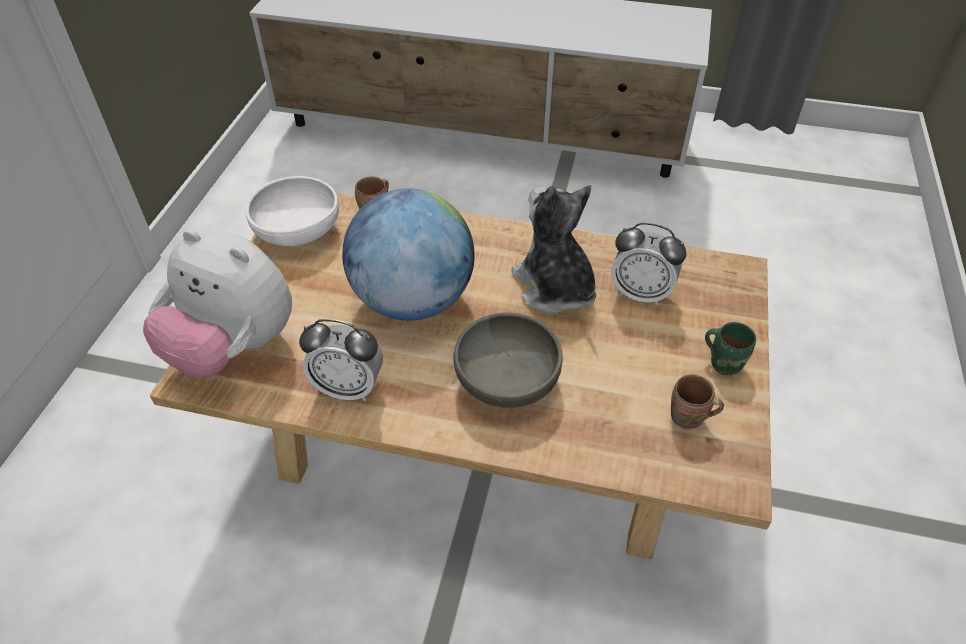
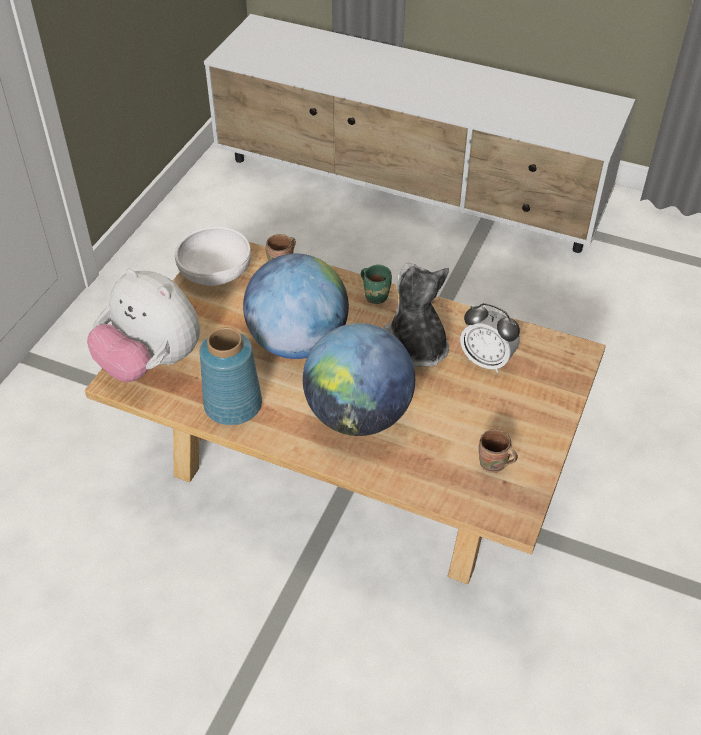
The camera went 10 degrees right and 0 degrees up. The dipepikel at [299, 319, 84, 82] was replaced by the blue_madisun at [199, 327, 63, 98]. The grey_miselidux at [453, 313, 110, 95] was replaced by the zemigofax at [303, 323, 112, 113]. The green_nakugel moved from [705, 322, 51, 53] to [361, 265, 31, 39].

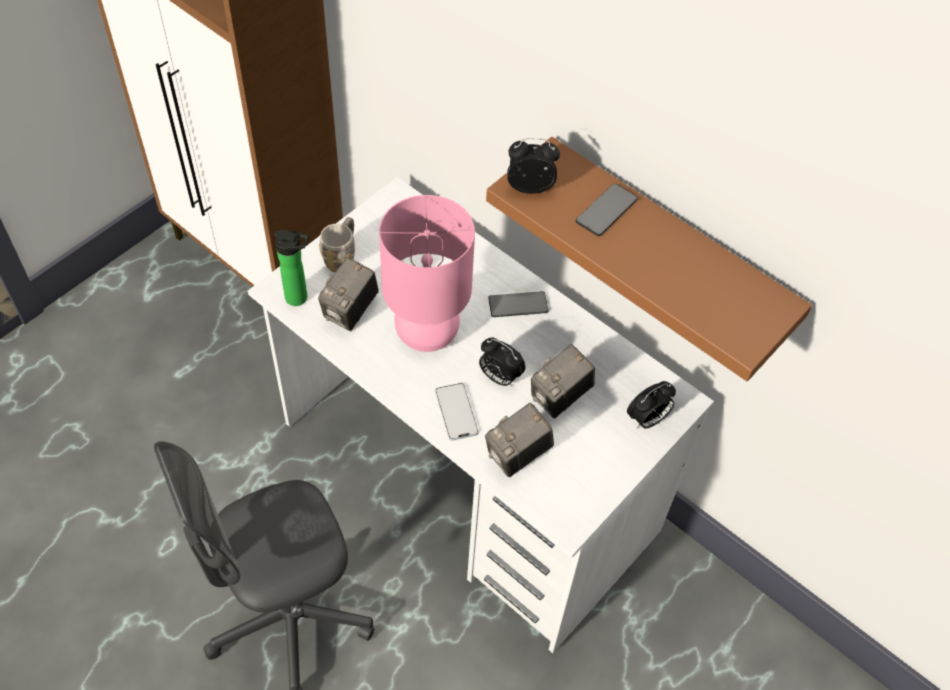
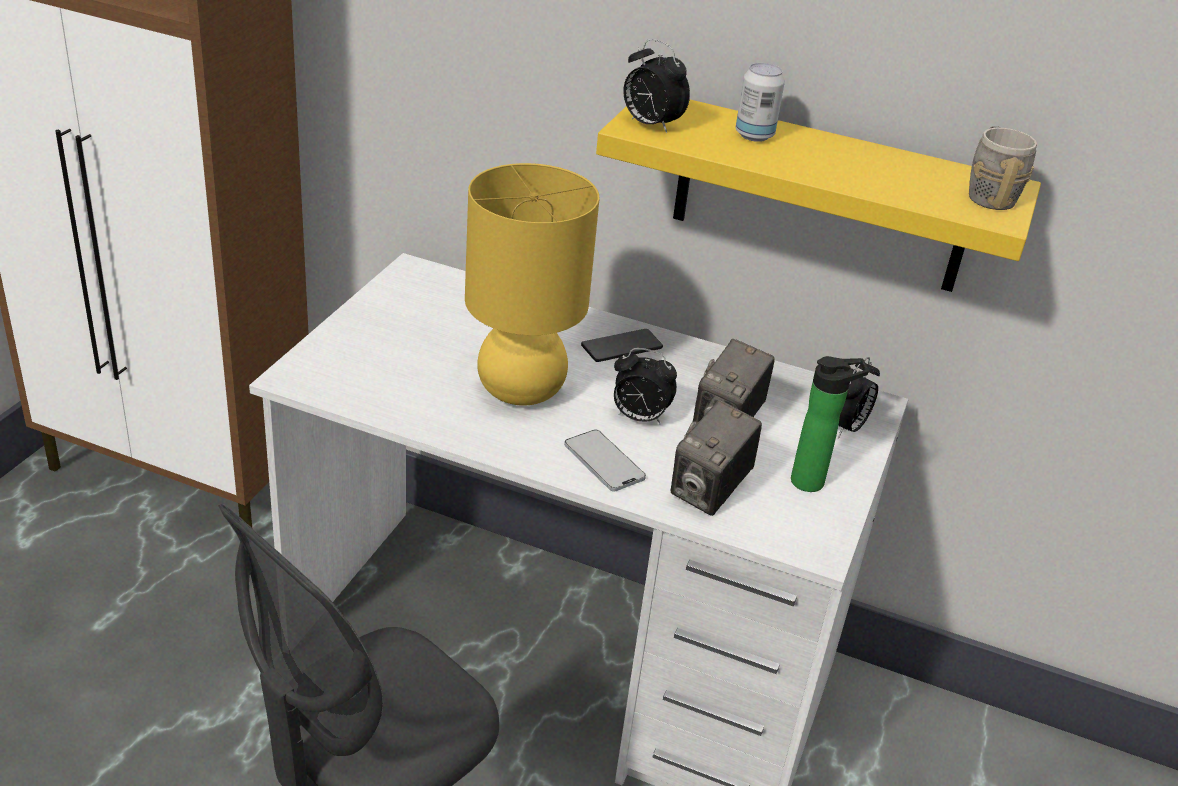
The camera went 20 degrees left and 20 degrees down. The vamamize moved from [274, 230, 35, 76] to [791, 356, 78, 136]. The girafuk at [318, 257, 61, 74] disappeared. The grey_nakugel moved from [319, 217, 36, 55] to [969, 126, 68, 84]. The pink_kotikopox at [379, 195, 96, 157] became the yellow_kotikopox at [465, 163, 134, 243]. The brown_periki at [486, 137, 326, 244] became the yellow_periki at [596, 99, 445, 193]. The dipepikel at [507, 138, 53, 56] turned 120 degrees counterclockwise. The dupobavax at [576, 183, 62, 53] was replaced by the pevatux at [736, 63, 49, 79].

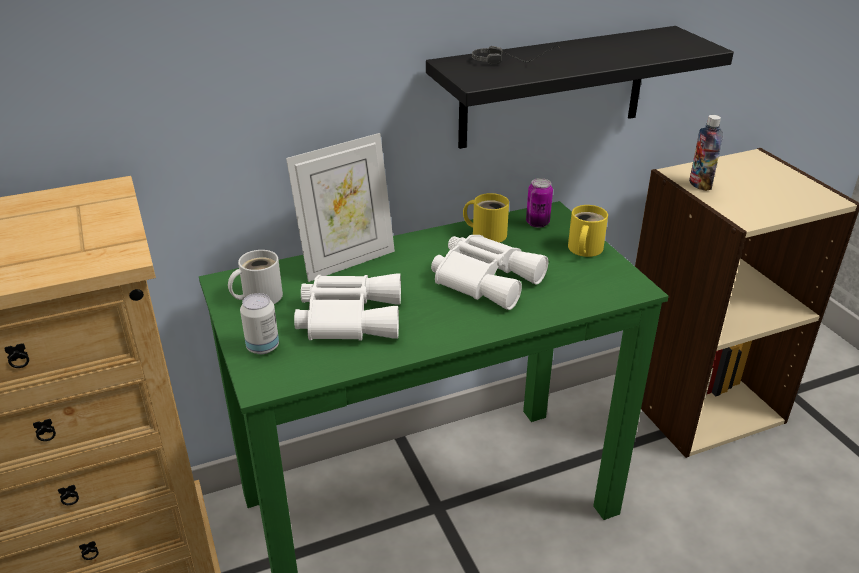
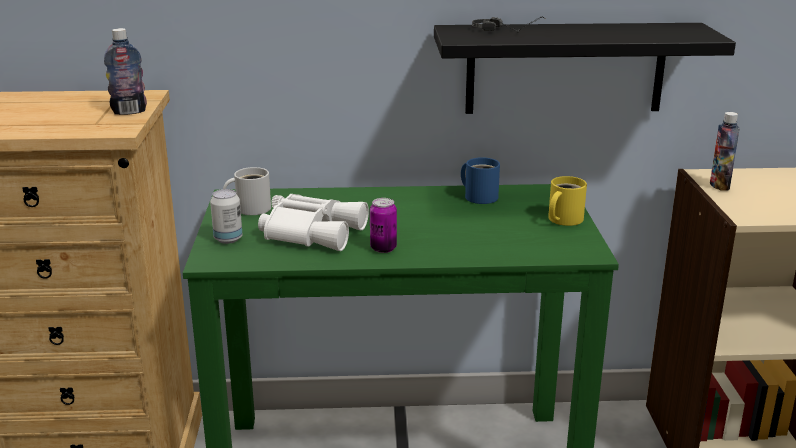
The camera went 20 degrees right and 10 degrees down. The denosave at [286, 133, 109, 149] disappeared. The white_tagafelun at [431, 235, 117, 75] disappeared. The yellow_nakugel at [463, 193, 46, 50] became the blue_nakugel at [461, 157, 39, 47]. The pevatux moved from [526, 178, 27, 50] to [370, 198, 27, 55]. The vamamize at [104, 28, 43, 87] appeared.

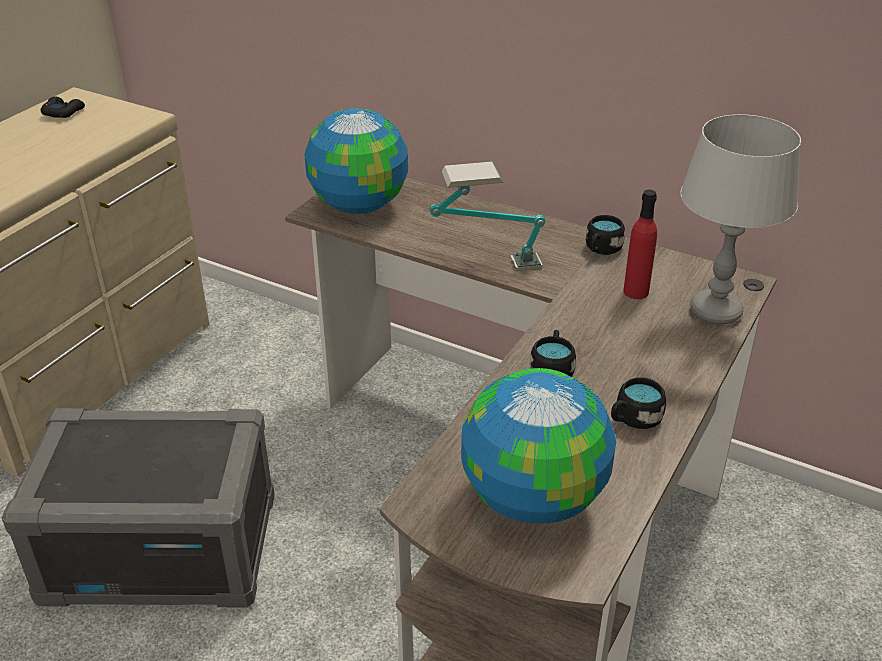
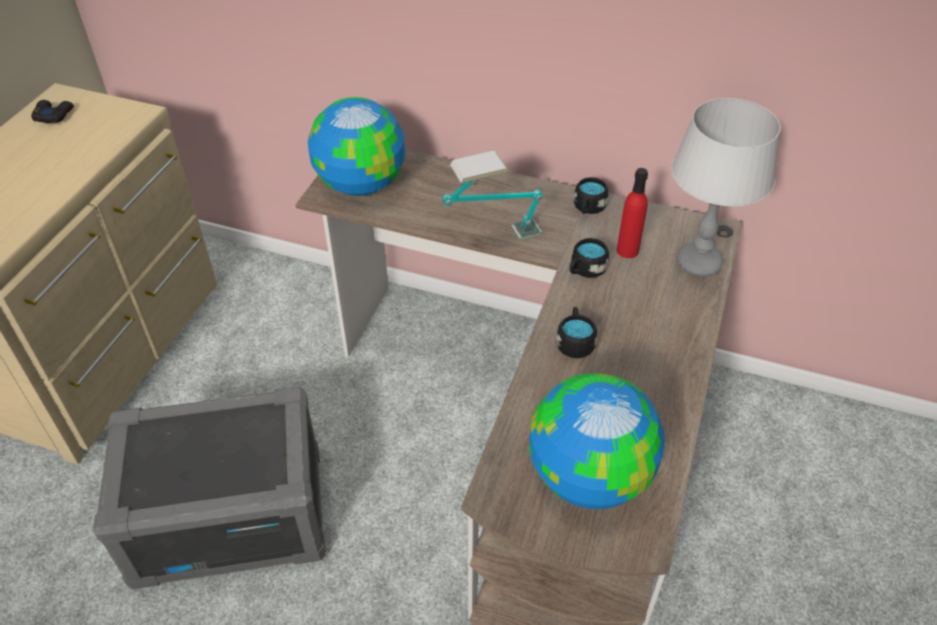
The camera went 10 degrees left and 10 degrees up. The black_nakugel moved from [611, 377, 55, 52] to [569, 238, 40, 40].

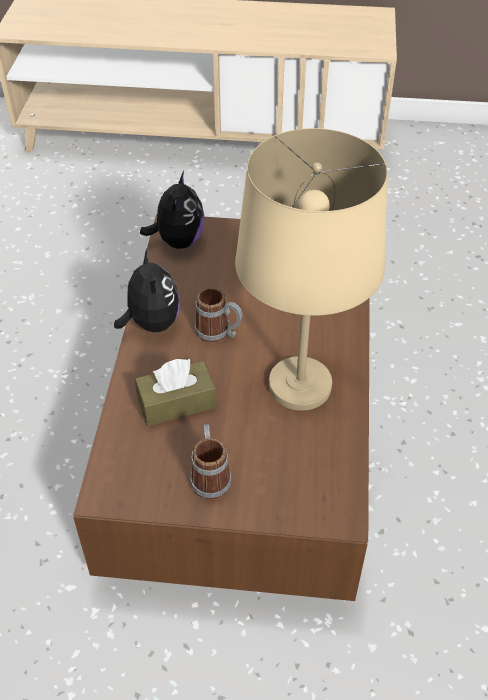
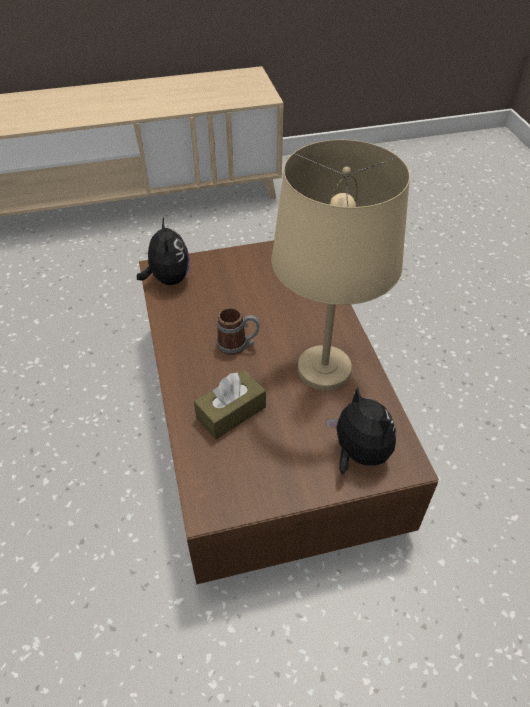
The camera went 20 degrees left and 0 degrees up. The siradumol moved from [114, 249, 66, 83] to [327, 386, 69, 89]. The nakugel at [190, 424, 41, 76] disappeared.

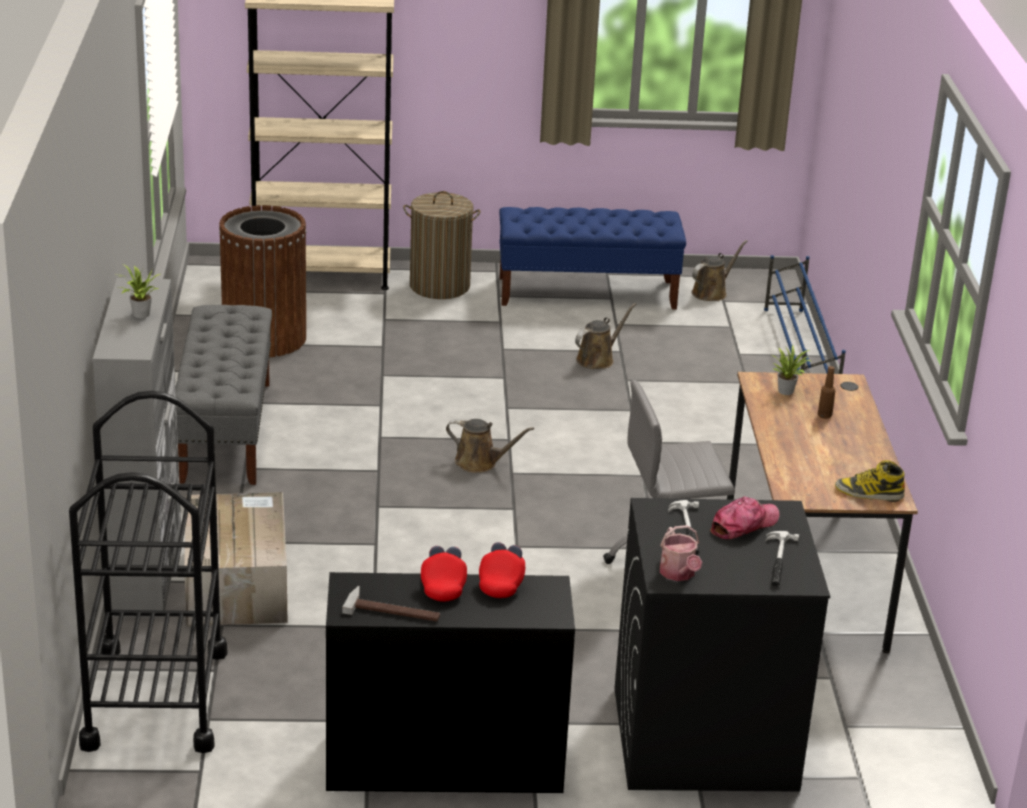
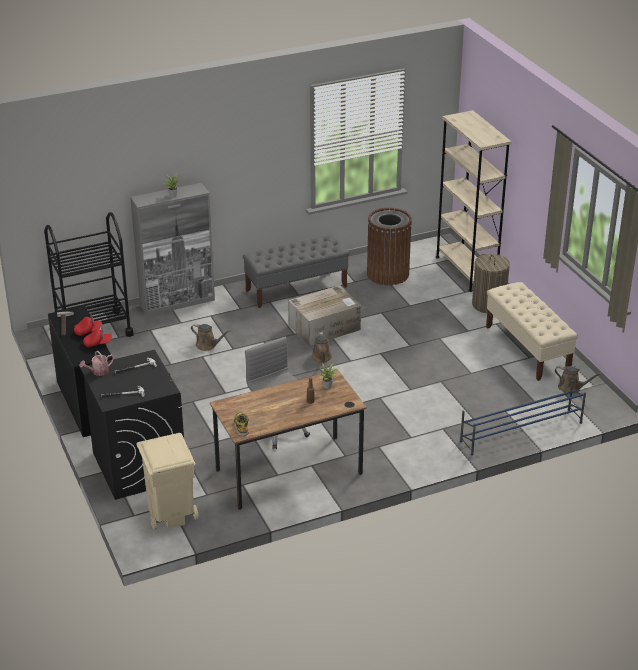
The camera went 70 degrees right and 5 degrees up. The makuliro moved from [184, 492, 103, 135] to [288, 285, 73, 61]. The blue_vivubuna at [499, 207, 187, 103] became the beige_vivubuna at [486, 282, 92, 99]. The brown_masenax moved from [575, 303, 62, 66] to [191, 324, 40, 27]. The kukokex at [710, 497, 69, 43] disappeared. The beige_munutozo at [136, 433, 63, 97] appeared.

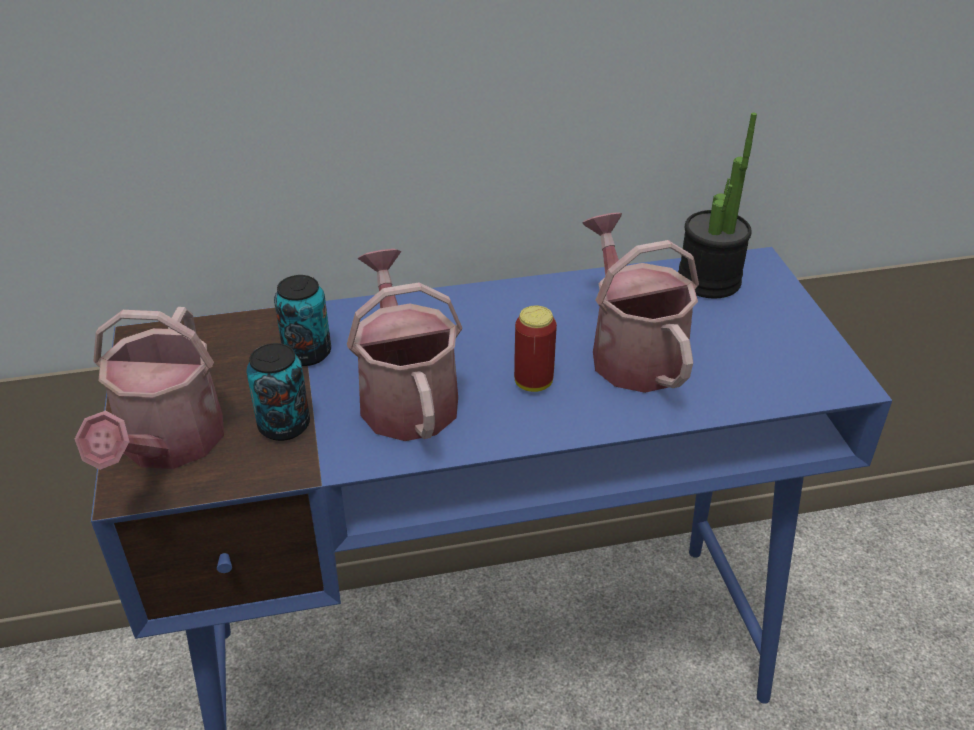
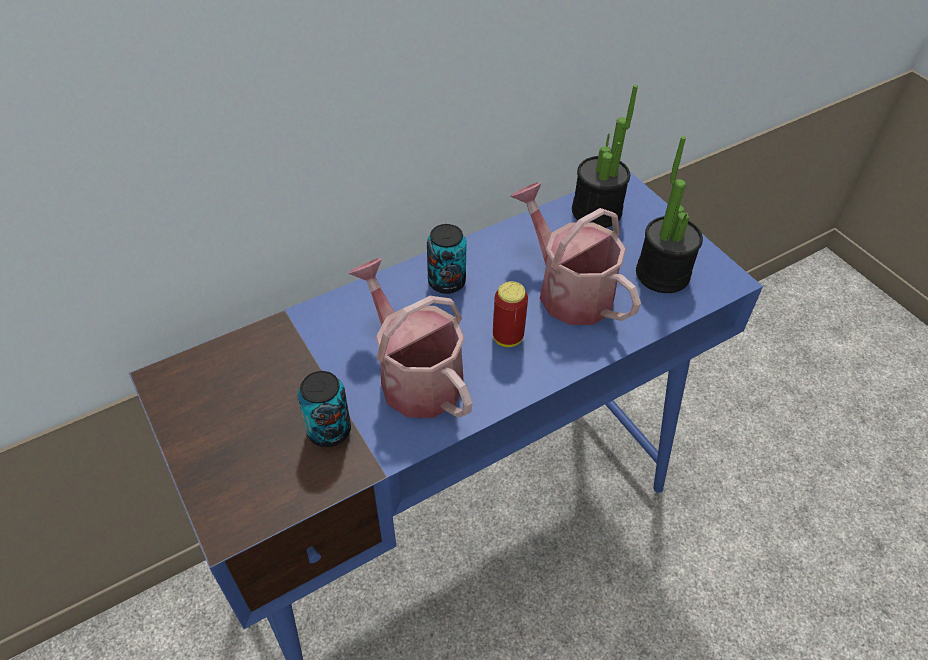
The camera went 20 degrees left and 10 degrees up. The masenax at [75, 307, 149, 163] disappeared. The pevatux moved from [274, 275, 57, 91] to [427, 224, 40, 70]. The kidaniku at [636, 136, 67, 157] appeared.

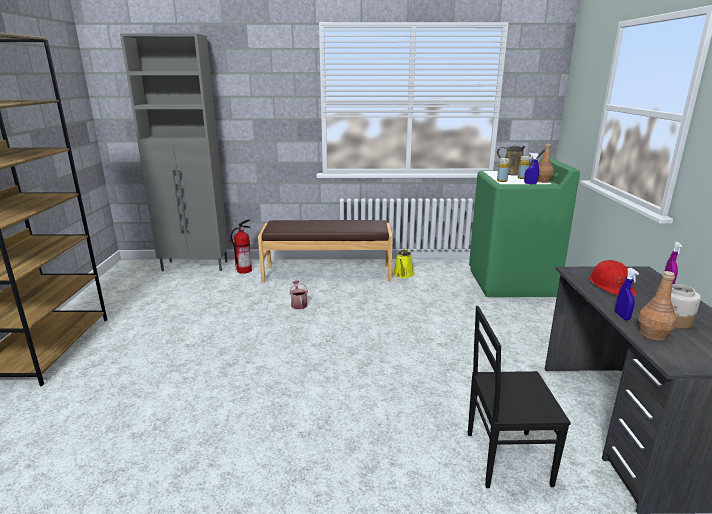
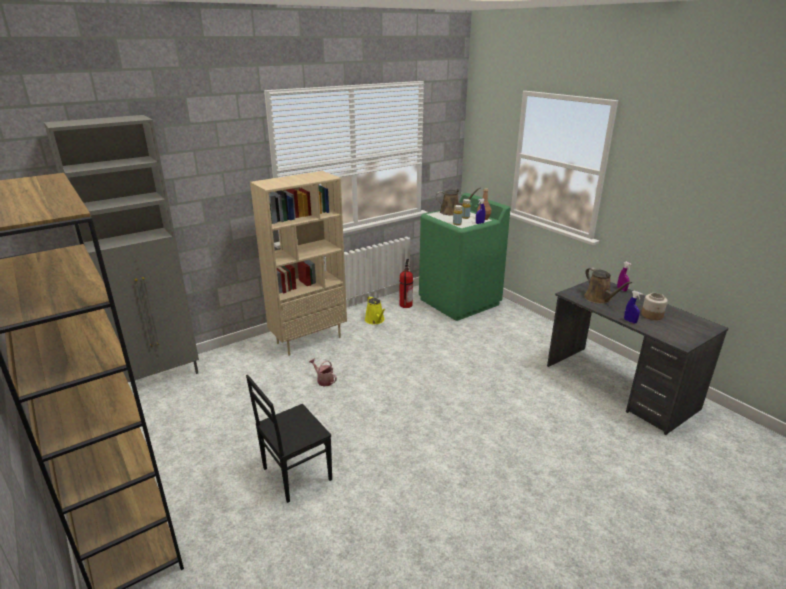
The camera went 35 degrees left and 5 degrees up. The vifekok moved from [231, 220, 21, 54] to [399, 259, 14, 49]. The brown_vivubuna at [258, 220, 135, 62] was replaced by the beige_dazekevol at [250, 171, 97, 184]. The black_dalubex moved from [468, 306, 103, 182] to [246, 375, 86, 128]. The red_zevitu at [589, 260, 48, 36] was replaced by the brown_masenax at [584, 267, 48, 37]. The brown_vamamize at [638, 271, 39, 70] disappeared.

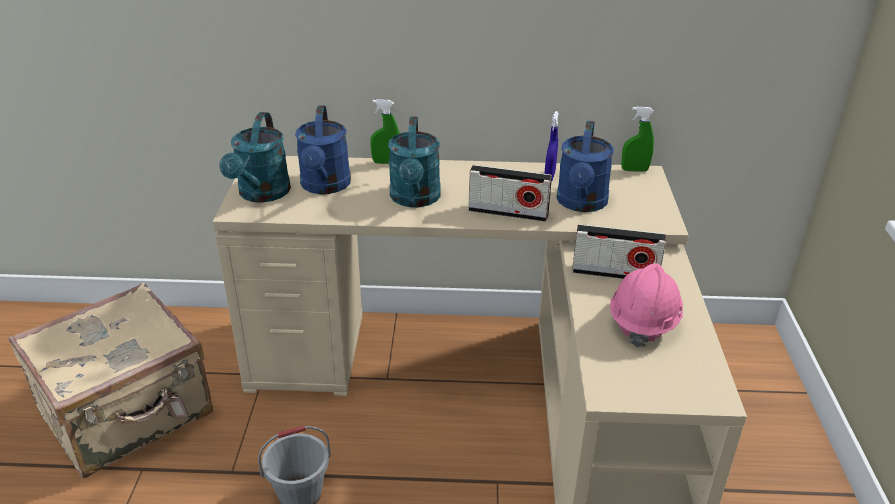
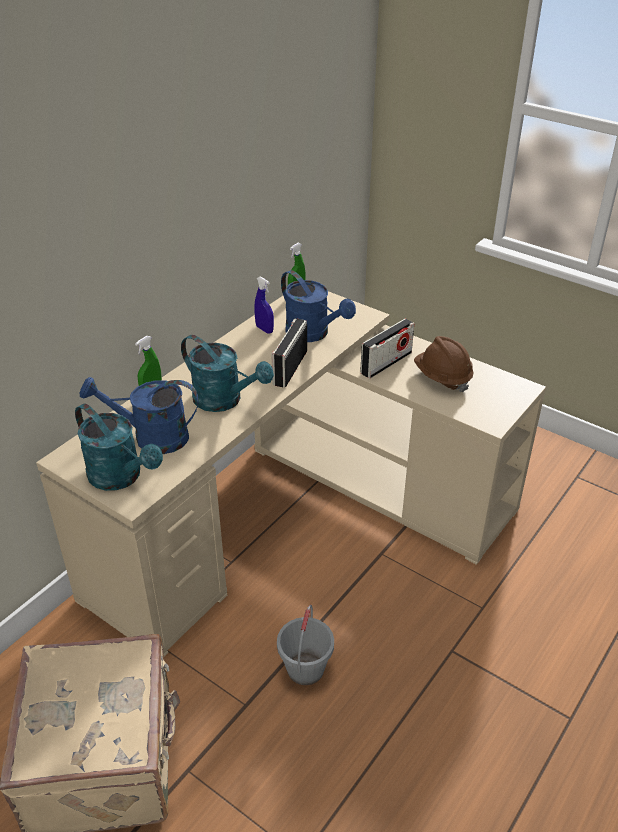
The camera went 55 degrees left and 5 degrees up. The blue_masenax at [295, 106, 56, 88] turned 150 degrees clockwise. The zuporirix at [468, 165, 84, 57] turned 150 degrees clockwise. The pink_zevitu at [610, 263, 73, 84] became the brown_zevitu at [414, 336, 60, 56].

